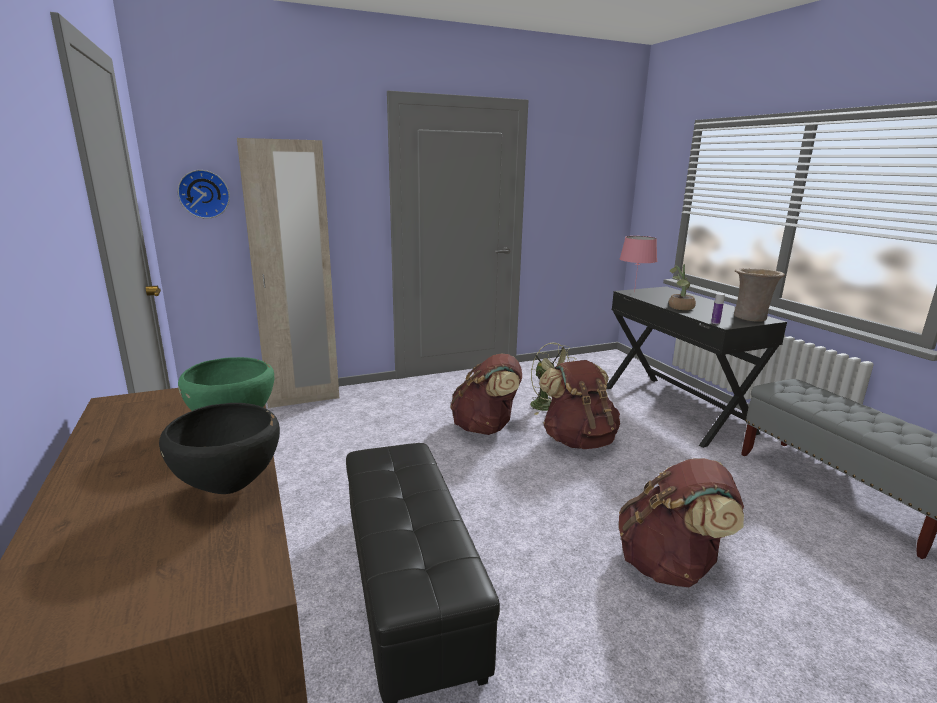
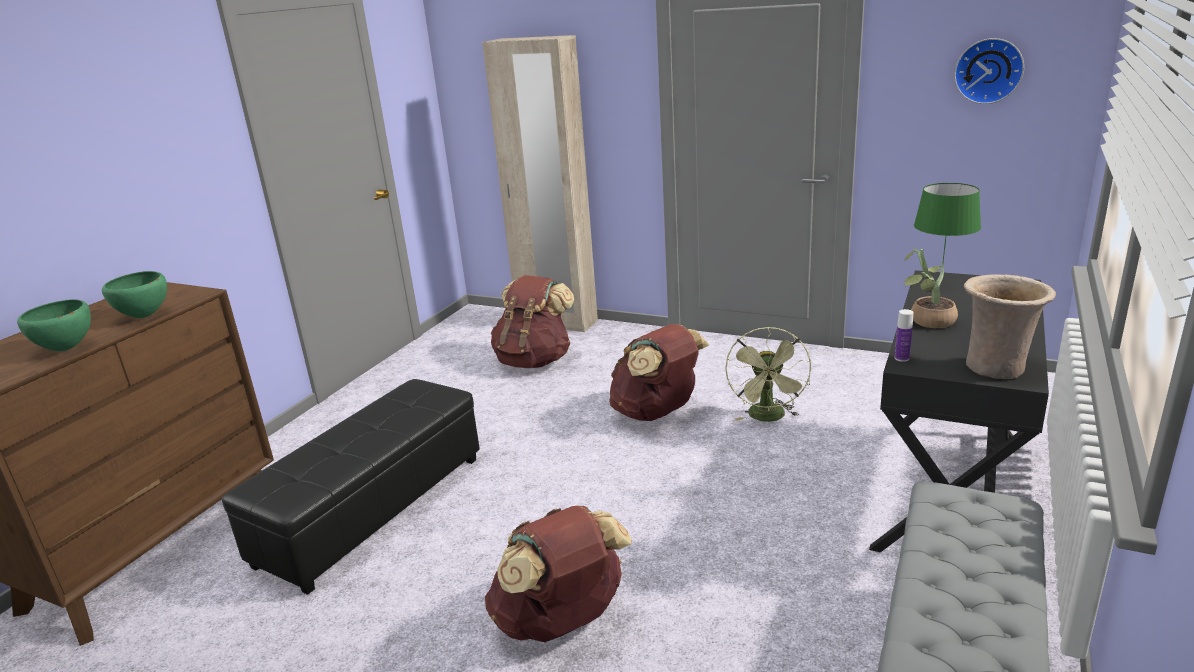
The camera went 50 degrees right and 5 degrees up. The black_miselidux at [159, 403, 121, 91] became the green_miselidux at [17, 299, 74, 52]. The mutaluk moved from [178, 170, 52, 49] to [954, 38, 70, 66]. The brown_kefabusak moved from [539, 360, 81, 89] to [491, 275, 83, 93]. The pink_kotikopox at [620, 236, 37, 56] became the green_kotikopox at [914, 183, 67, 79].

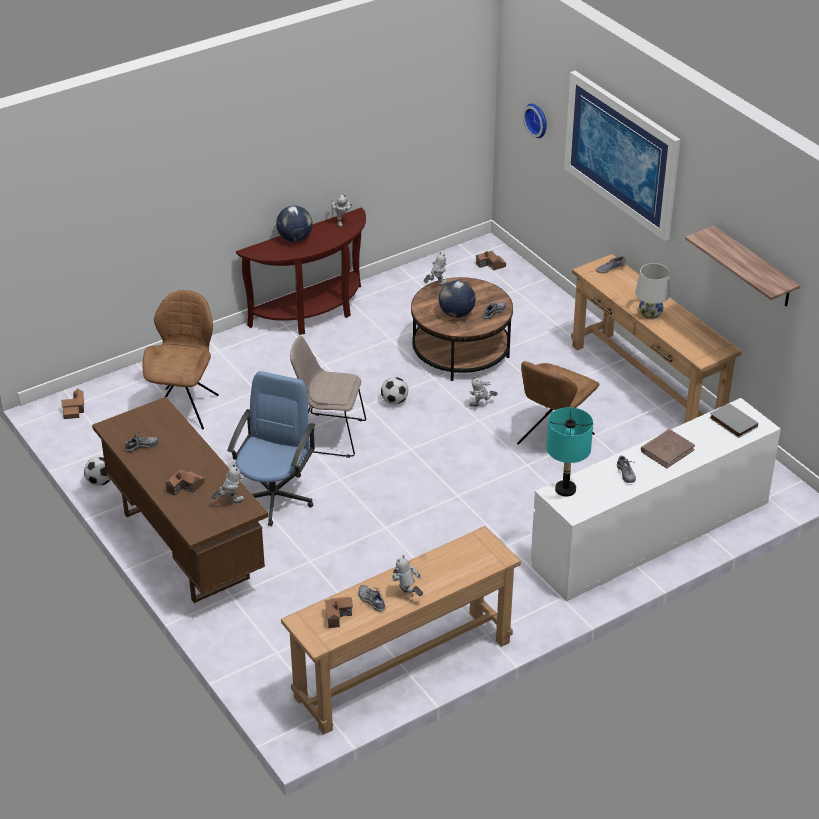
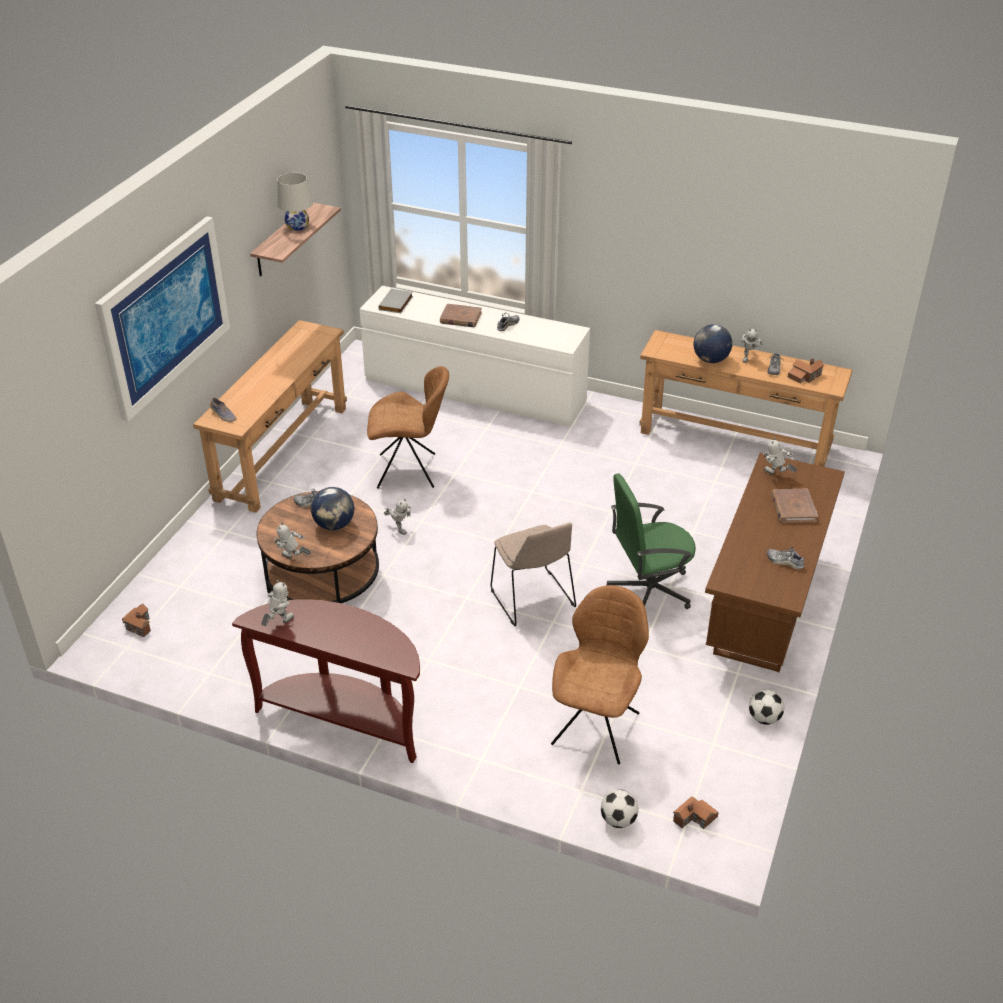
The camera went 125 degrees left and 0 degrees up. The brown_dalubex at [142, 290, 77, 139] turned 135 degrees clockwise. The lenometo at [165, 469, 40, 26] was replaced by the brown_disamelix at [771, 488, 47, 35]. The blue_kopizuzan at [227, 371, 88, 155] became the green_kopizuzan at [607, 473, 89, 136]. The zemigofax moved from [276, 206, 37, 36] to [694, 324, 38, 39]. The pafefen moved from [381, 377, 27, 27] to [601, 789, 38, 39]. The mutaluk at [523, 104, 24, 34] disappeared. The turquoise_kotikopox at [546, 407, 47, 89] disappeared. The white_kotikopox moved from [635, 263, 35, 56] to [277, 172, 36, 59].

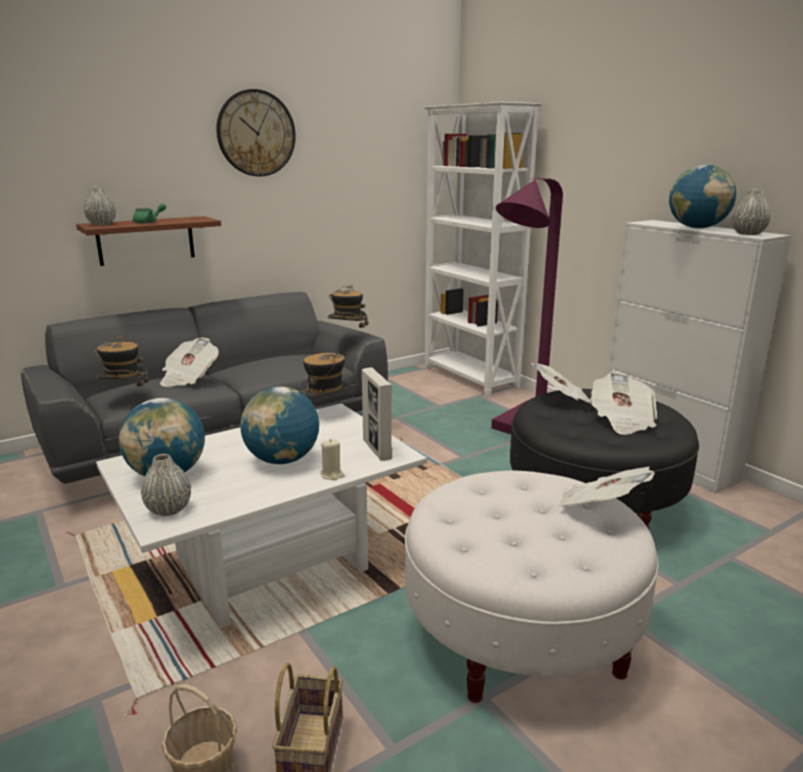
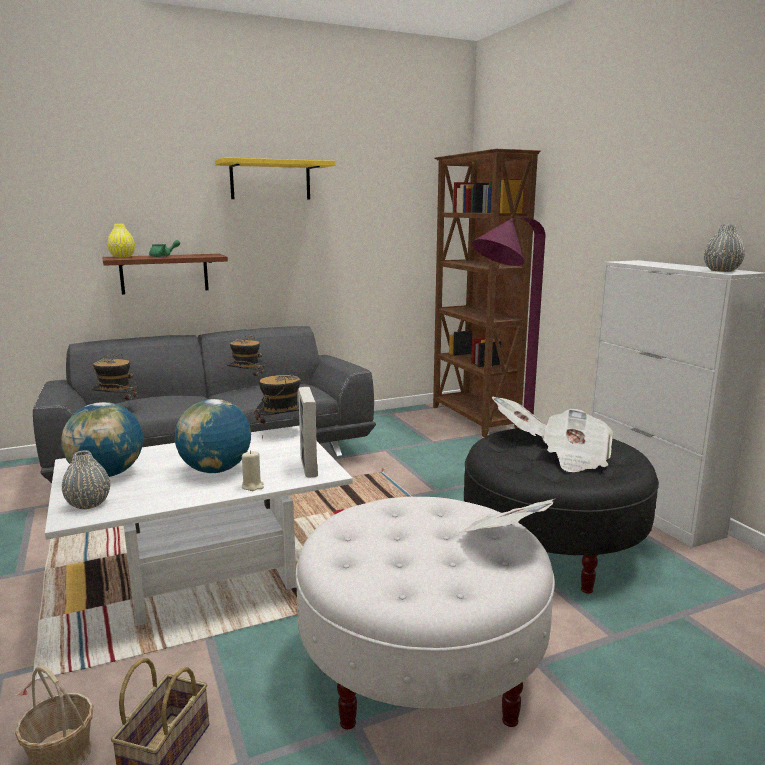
The camera went 10 degrees right and 5 degrees down. The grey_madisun at [84, 186, 32, 39] became the yellow_madisun at [107, 224, 28, 34]. The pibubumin at [160, 337, 59, 50] disappeared. The mutaluk at [216, 89, 80, 88] was replaced by the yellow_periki at [215, 157, 120, 43]. The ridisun moved from [328, 285, 40, 43] to [227, 335, 39, 41]. The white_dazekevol at [423, 102, 119, 295] became the brown_dazekevol at [433, 149, 108, 288]. The zemigofax at [669, 165, 67, 63] disappeared.

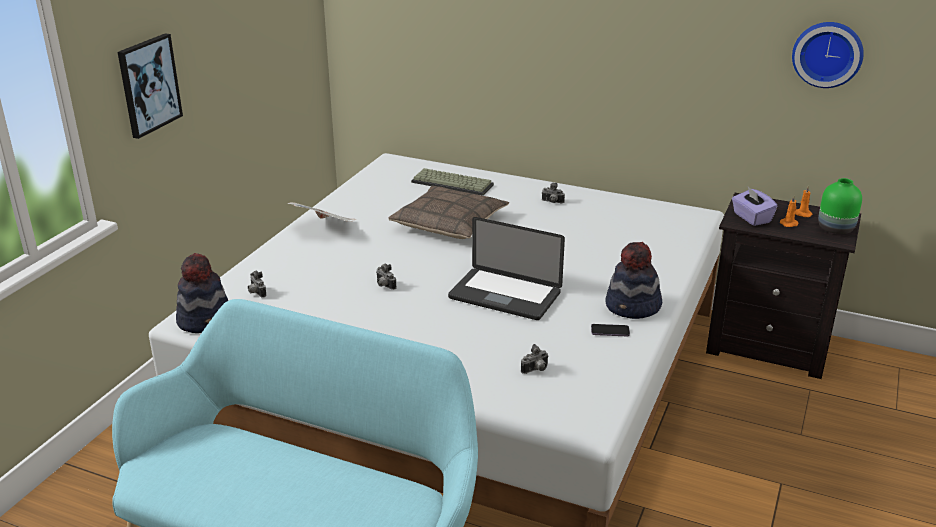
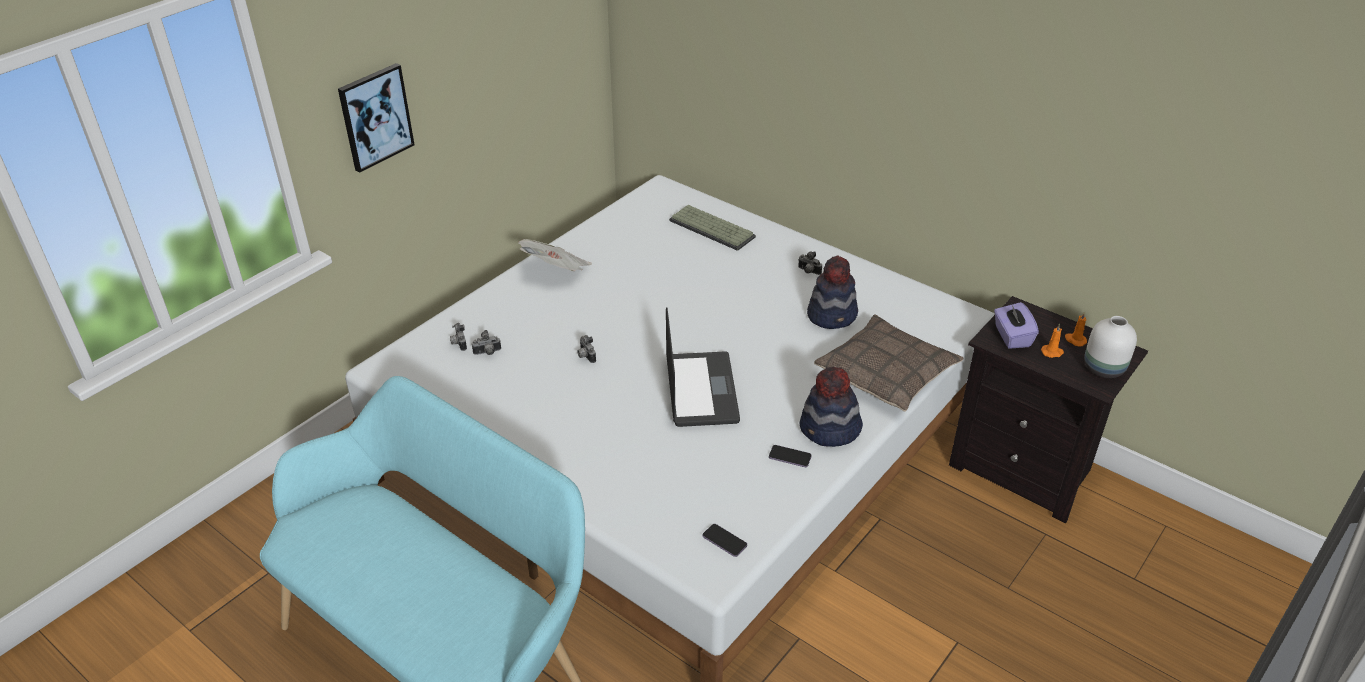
The camera went 15 degrees right and 10 degrees up. The ridisun moved from [176, 253, 52, 80] to [807, 255, 51, 74]. The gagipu moved from [388, 186, 121, 53] to [814, 315, 150, 96]. The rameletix at [448, 217, 117, 103] turned 135 degrees counterclockwise. The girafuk moved from [521, 344, 28, 30] to [472, 330, 29, 25]. The mutaluk at [792, 22, 72, 66] disappeared. The green_madisun at [818, 178, 44, 56] became the white_madisun at [1084, 316, 53, 62]. The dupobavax at [703, 524, 44, 33] appeared.

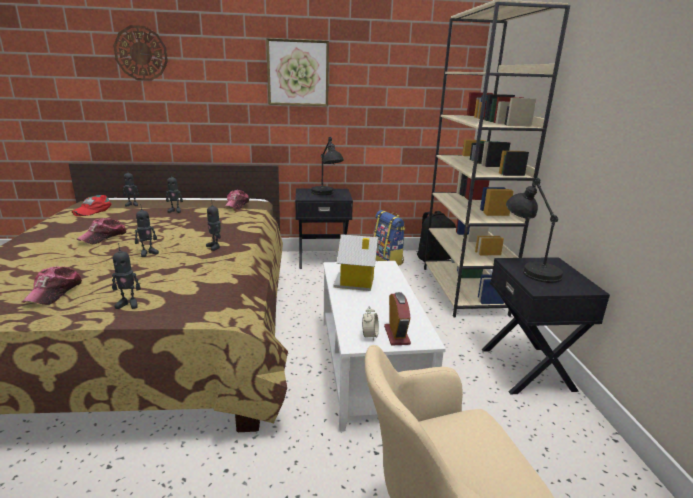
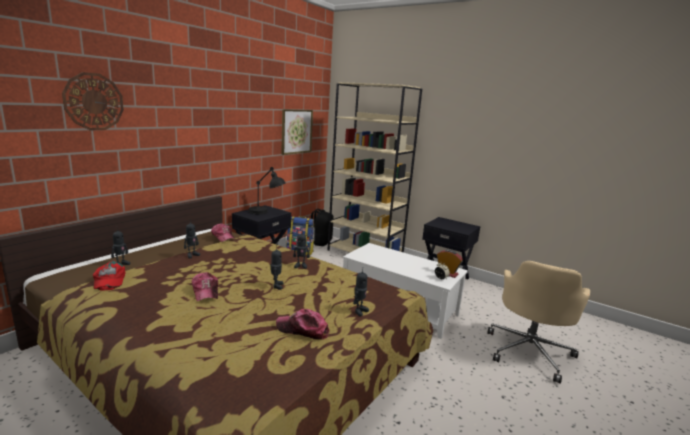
The camera went 50 degrees left and 5 degrees down. The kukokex at [22, 267, 60, 38] turned 150 degrees clockwise. The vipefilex moved from [266, 38, 63, 68] to [281, 109, 32, 46]. The lenometo at [333, 234, 46, 57] disappeared. The black_kotikopox at [506, 178, 57, 105] disappeared.

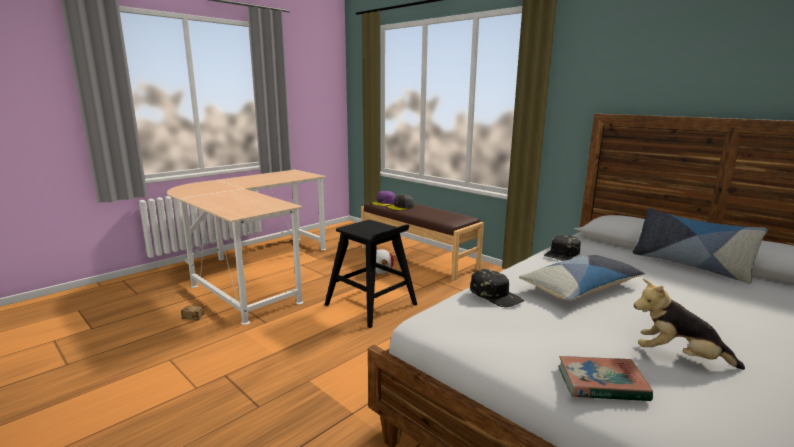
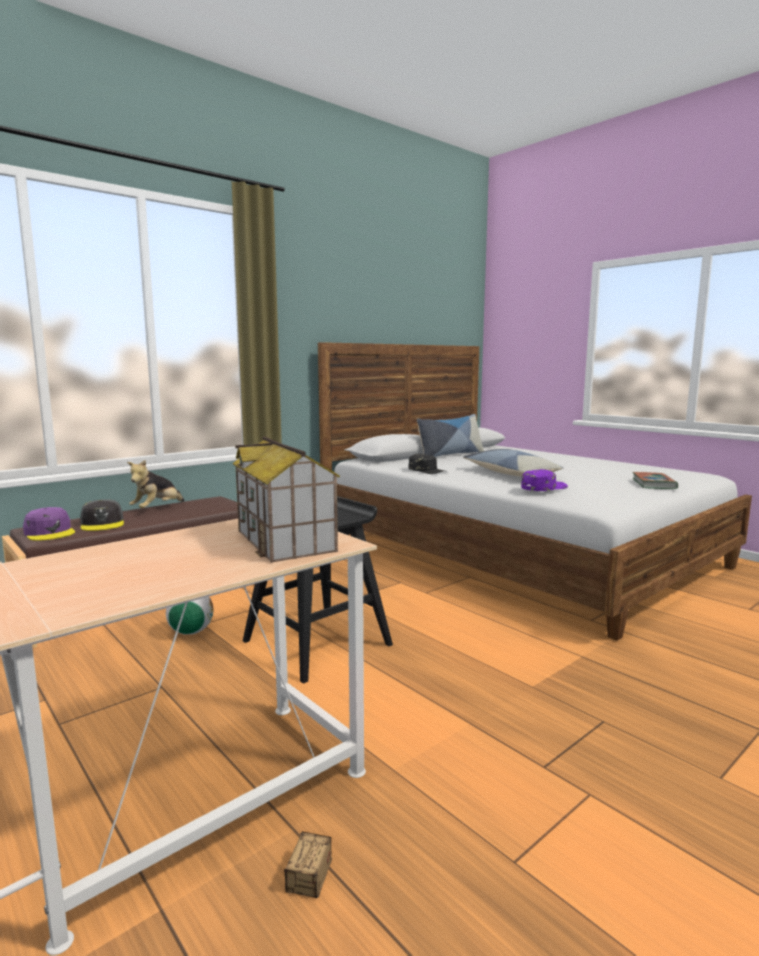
The camera went 85 degrees left and 5 degrees down. The black_kukokex at [470, 269, 54, 38] became the purple_kukokex at [521, 469, 47, 22]. The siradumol moved from [634, 279, 111, 91] to [127, 460, 57, 48]. The lenometo at [233, 436, 107, 127] appeared.

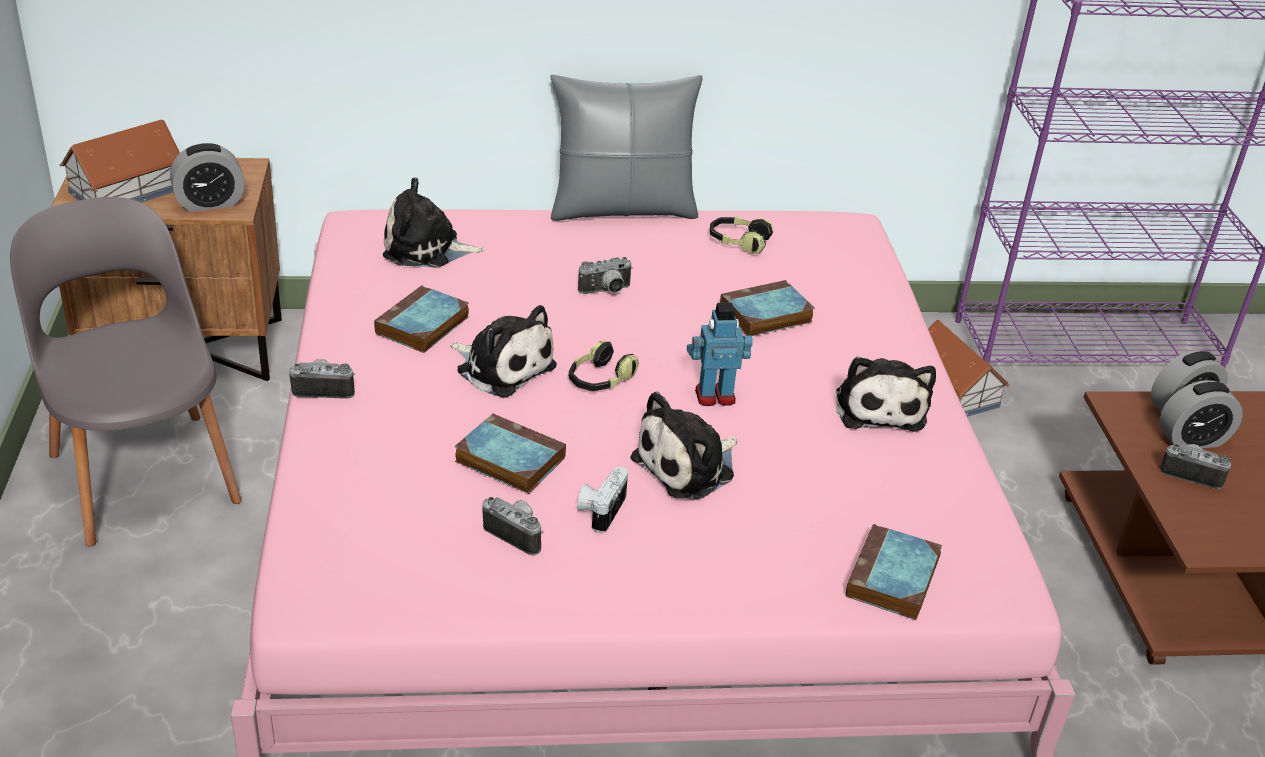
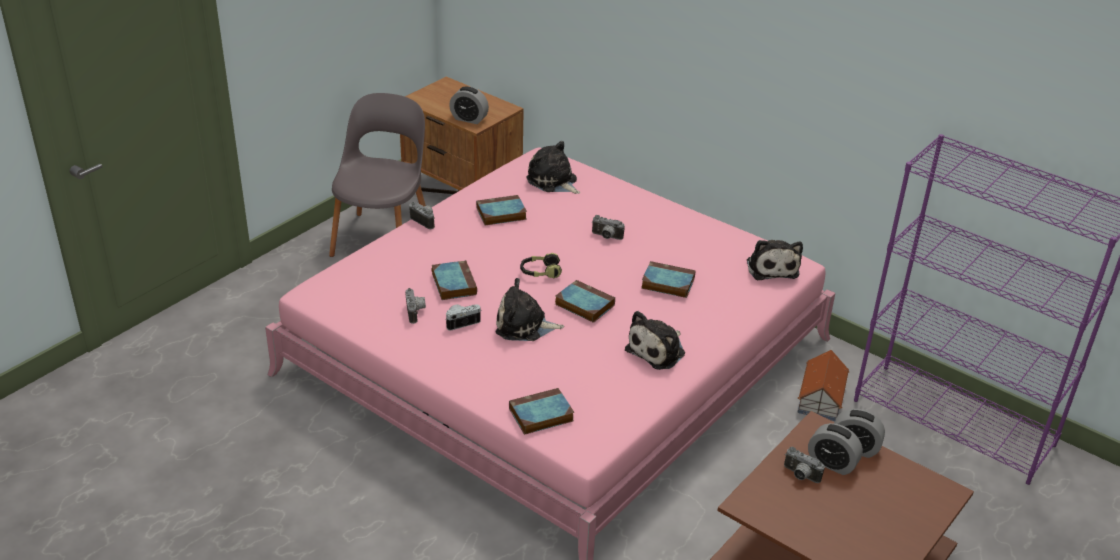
The camera went 45 degrees right and 0 degrees up. The lenometo at [59, 120, 121, 83] disappeared. The siradumol moved from [450, 305, 107, 93] to [747, 240, 56, 40]. The grey_gagipu at [550, 75, 153, 146] disappeared. The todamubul at [687, 303, 66, 103] was replaced by the disamelix at [555, 280, 60, 43]. The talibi at [710, 216, 63, 38] disappeared. The girafuk at [1160, 444, 71, 45] turned 150 degrees clockwise.

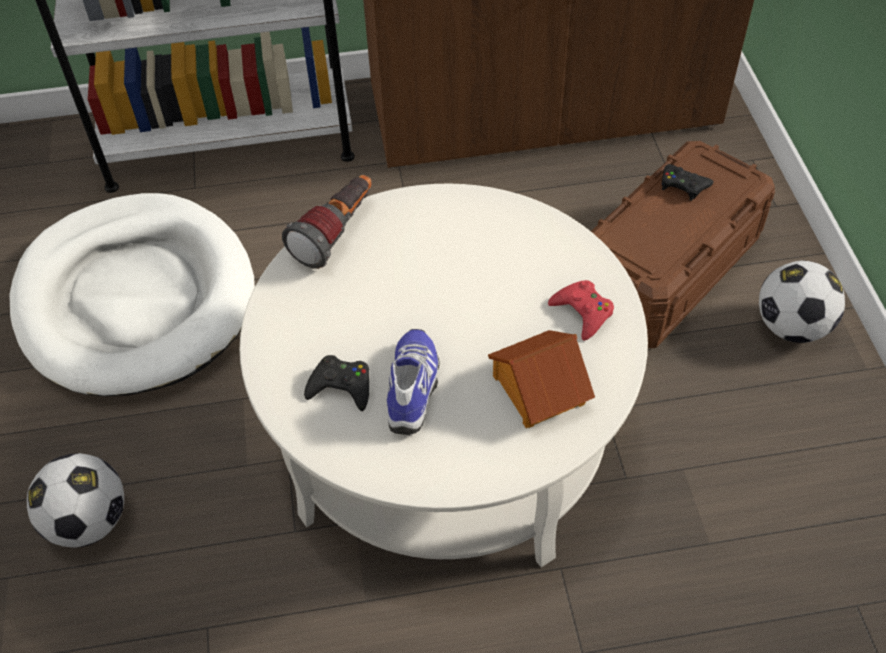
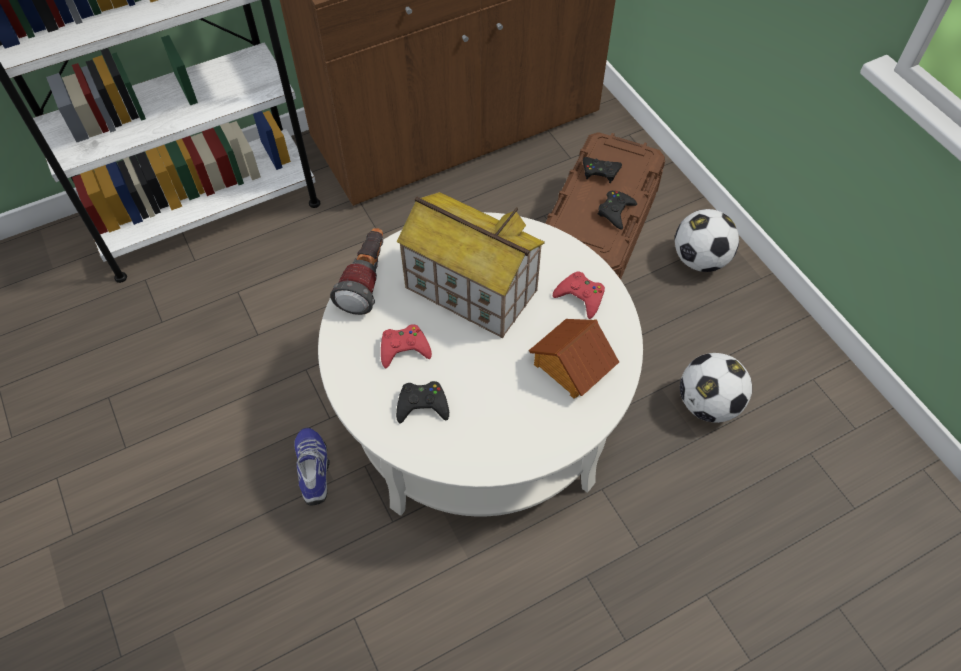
The camera went 20 degrees left and 5 degrees up. The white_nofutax at [9, 193, 246, 203] disappeared. The pafefen moved from [27, 453, 97, 94] to [680, 353, 72, 70]. The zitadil moved from [387, 329, 53, 106] to [294, 427, 35, 79]. The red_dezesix at [381, 324, 51, 44] appeared. The lenometo at [396, 192, 149, 147] appeared. The black_dezesix at [598, 191, 39, 39] appeared.

